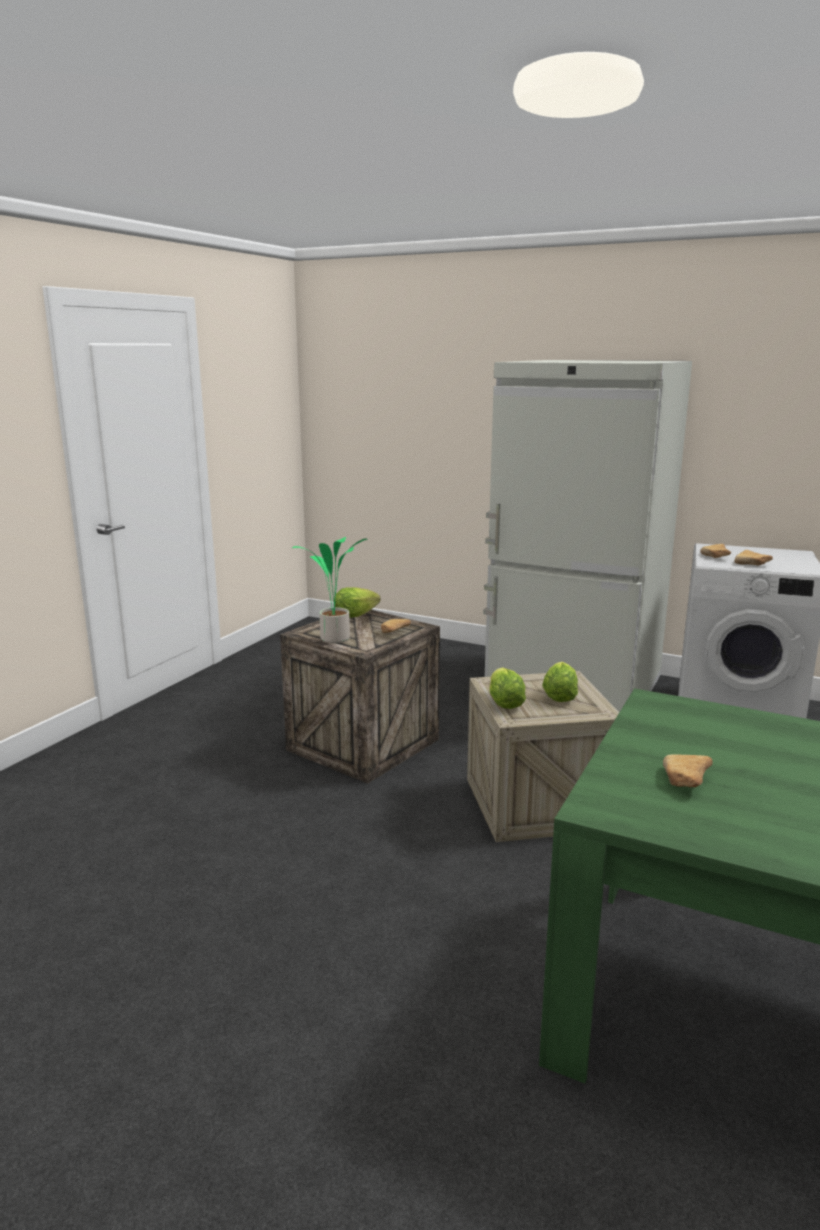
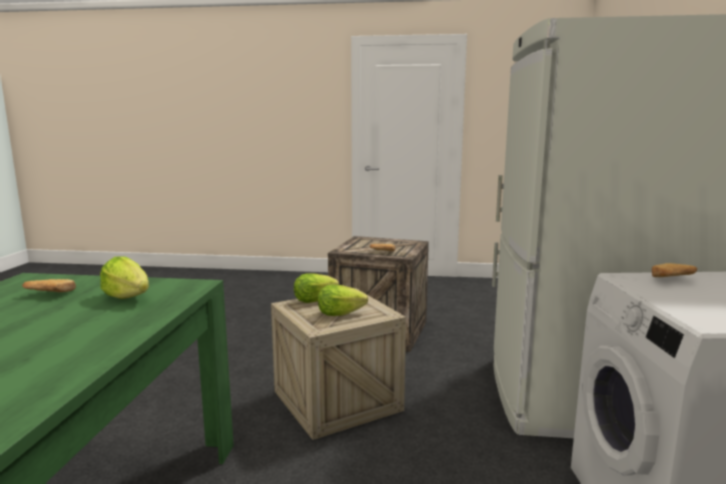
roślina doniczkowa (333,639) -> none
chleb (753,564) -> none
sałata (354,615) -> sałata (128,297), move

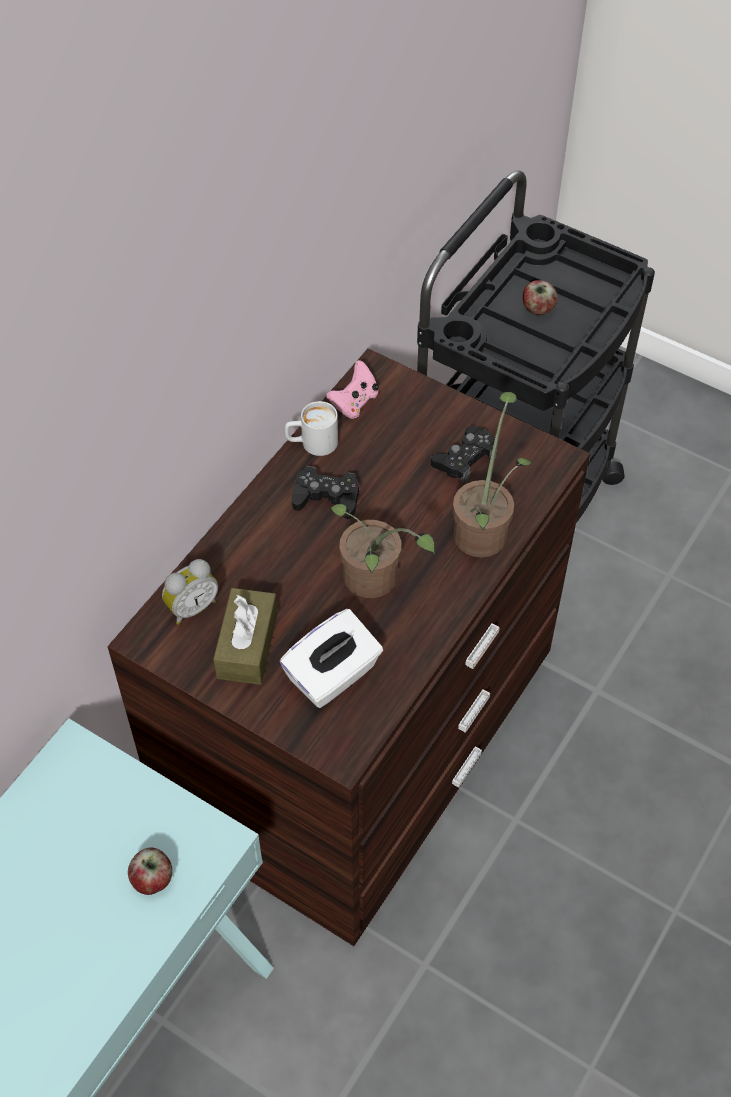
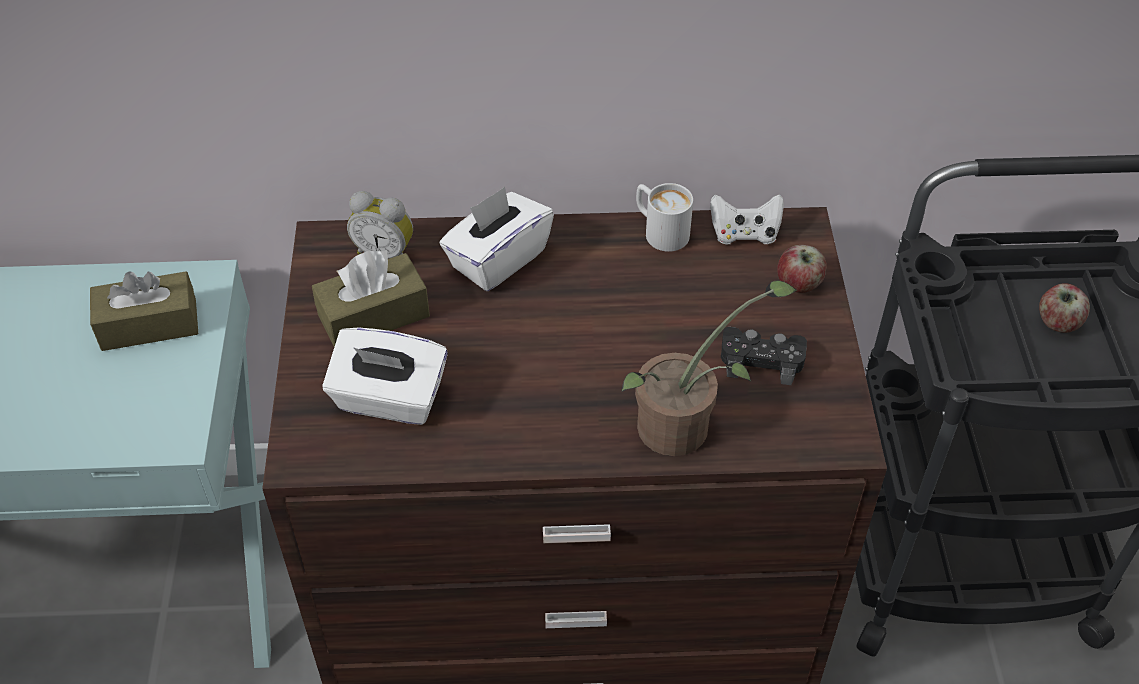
pad do gier/czarny (326,498) -> none
roślina doniczkowa (374,582) -> none
none -> pudełko chusteczek/brązowy (149,324)
none -> pudełko chusteczek/biały (497,259)
jabłko (153,879) -> jabłko (799,284), move
pad do gier/różowy (354,402) -> pad do gier/biały (744,234)

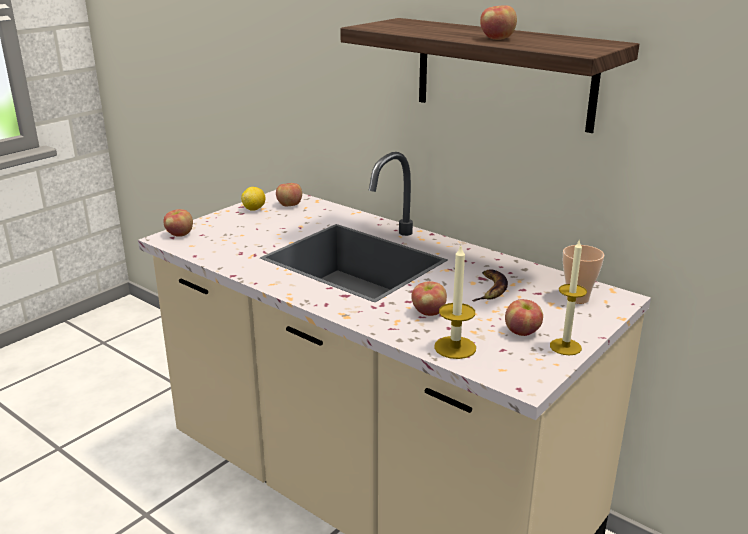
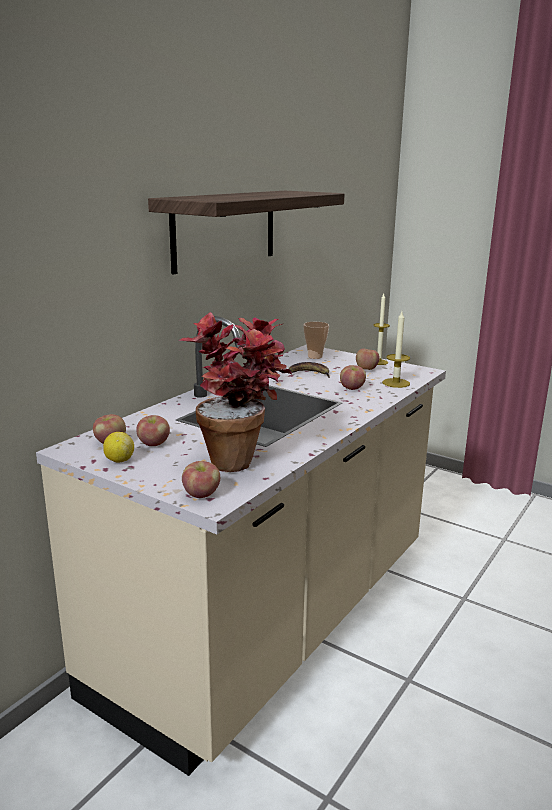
none -> roślina doniczkowa (242,459)
jabłko (497,39) -> jabłko (153,444), move

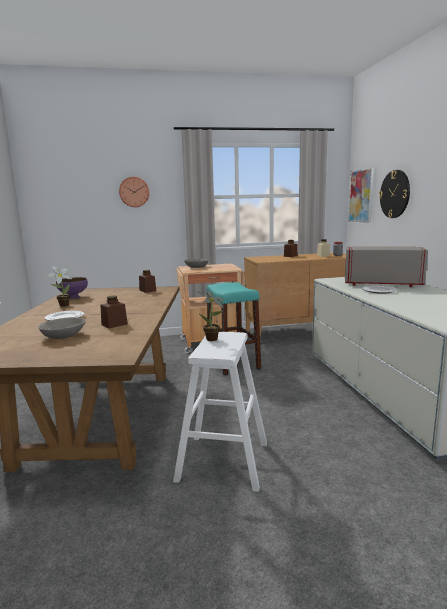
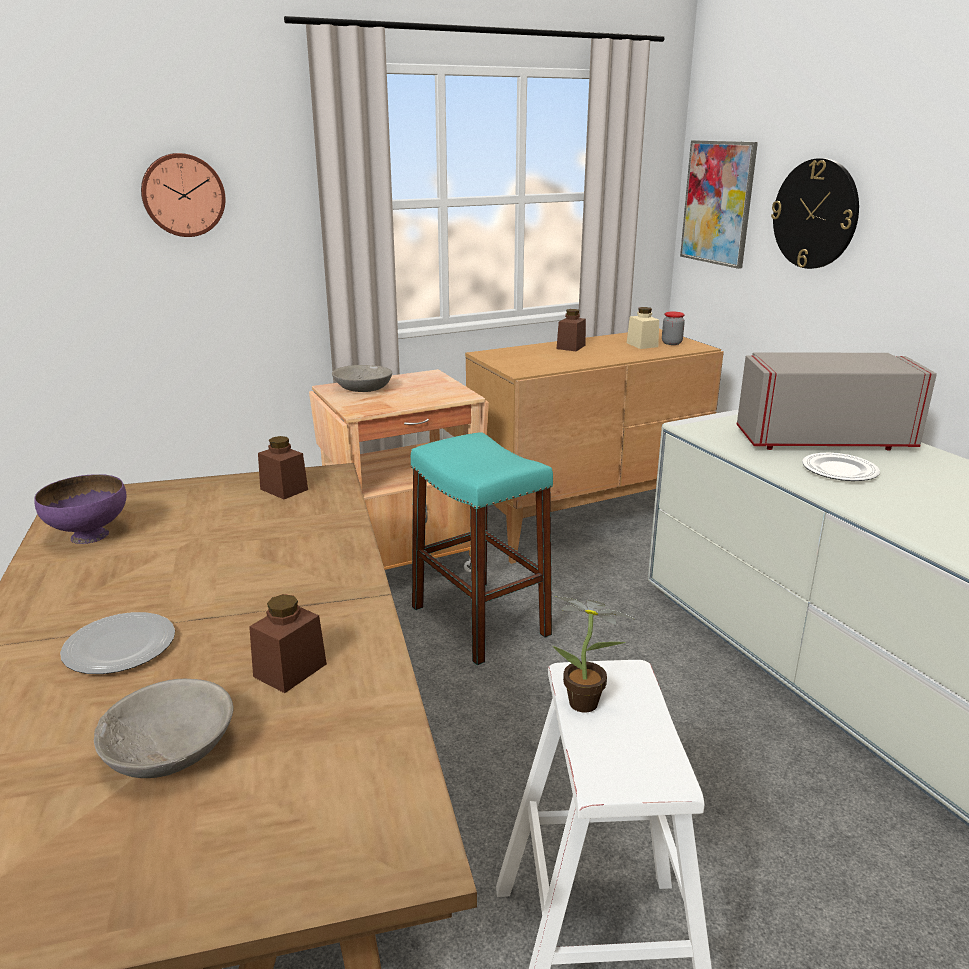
roślina doniczkowa (62,305) -> none

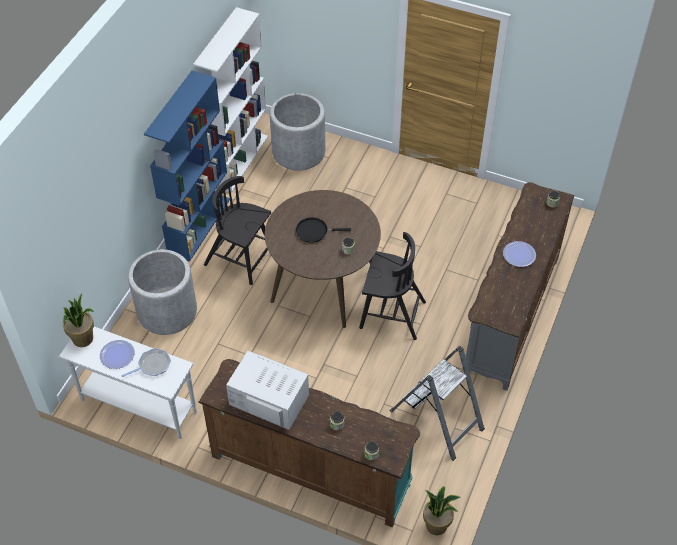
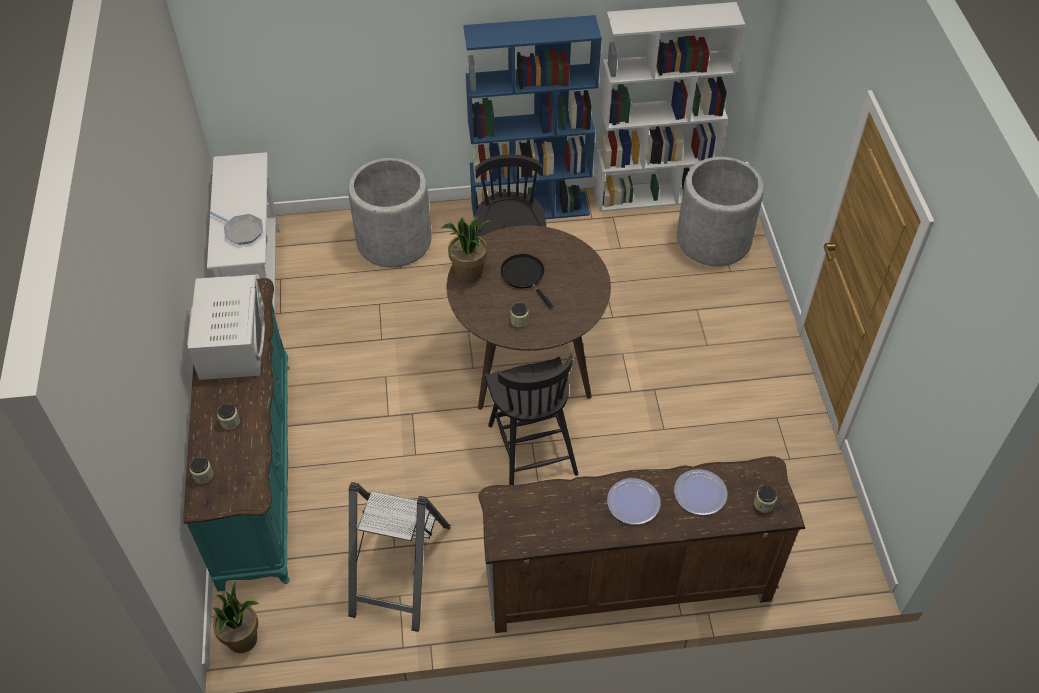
roślina doniczkowa (83,339) -> roślina doniczkowa (468,273), move
talerz (117,355) -> talerz (700,493), move

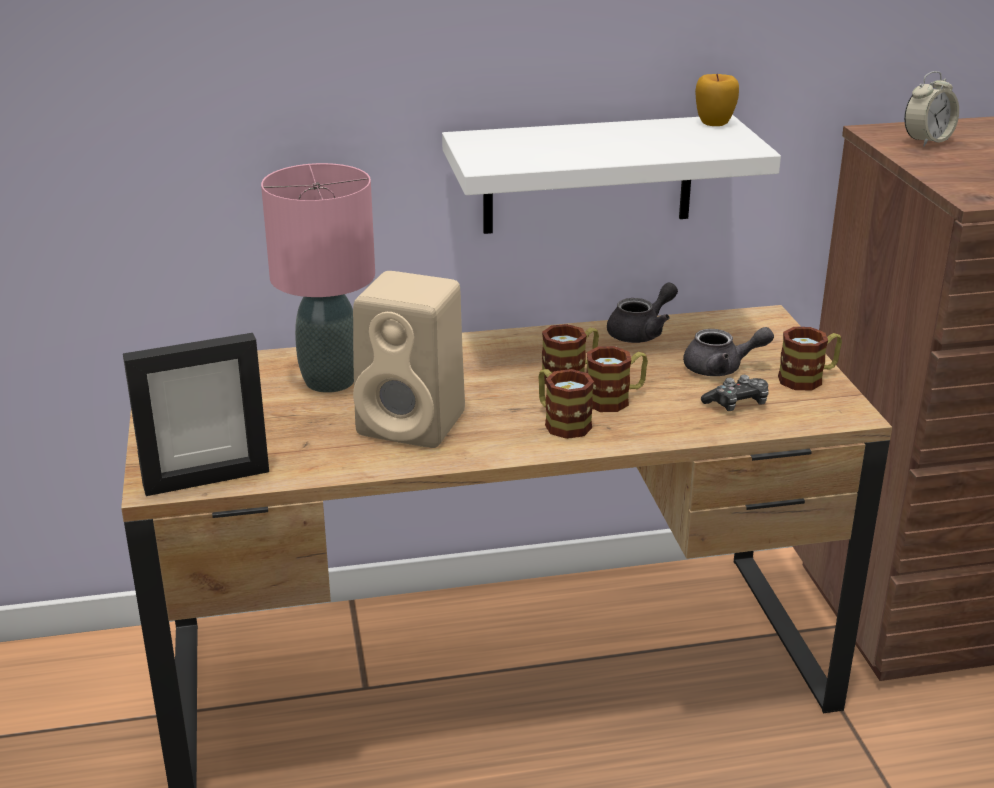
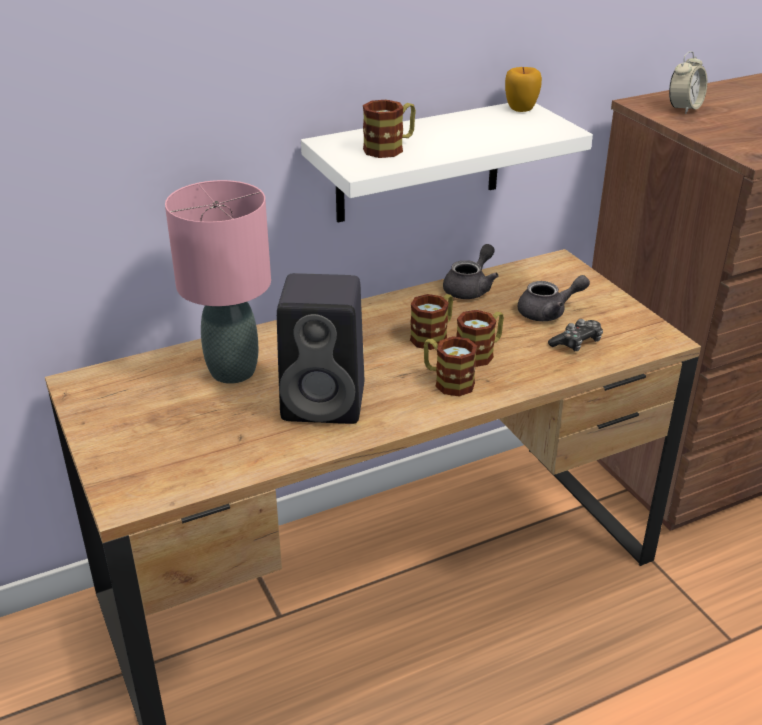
ramka na zdjęcie (206,478) -> none
kubek (808,378) -> kubek (390,148), move
głośnik/beżowy (415,424) -> głośnik/czarny (327,402)

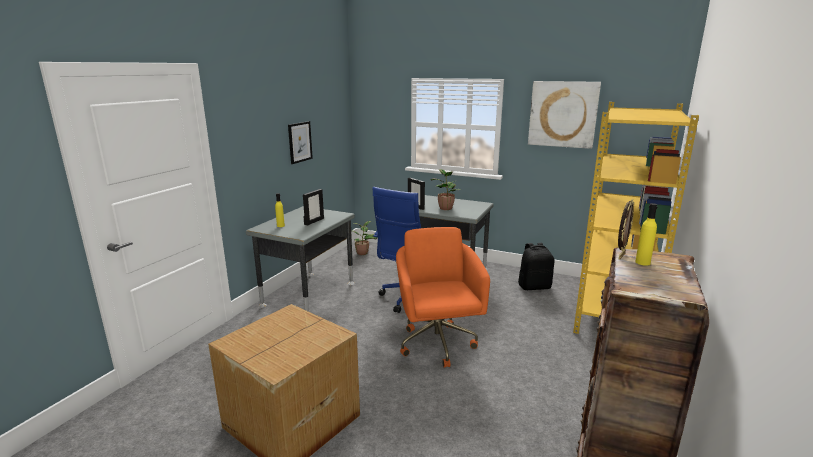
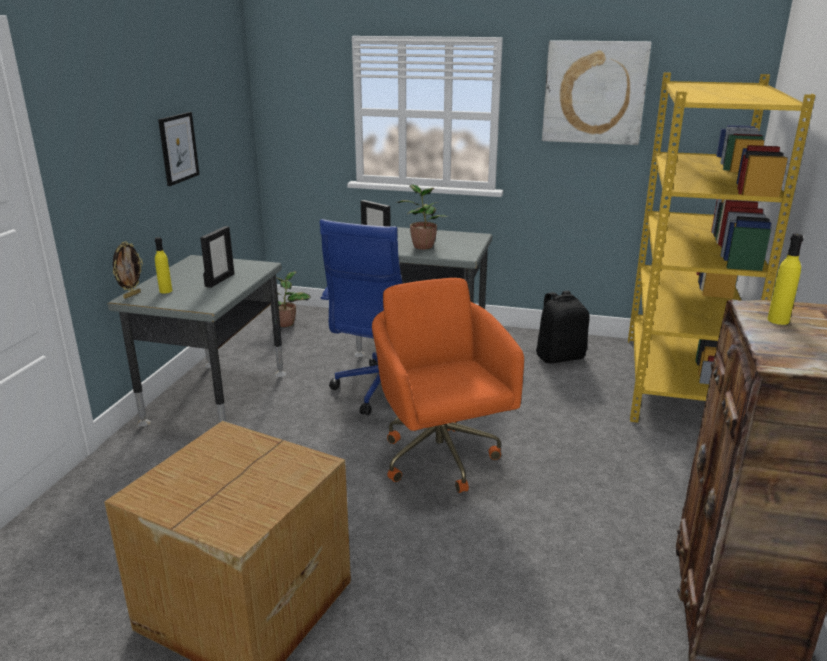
ramka na zdjęcie (621,256) -> ramka na zdjęcie (131,295), move

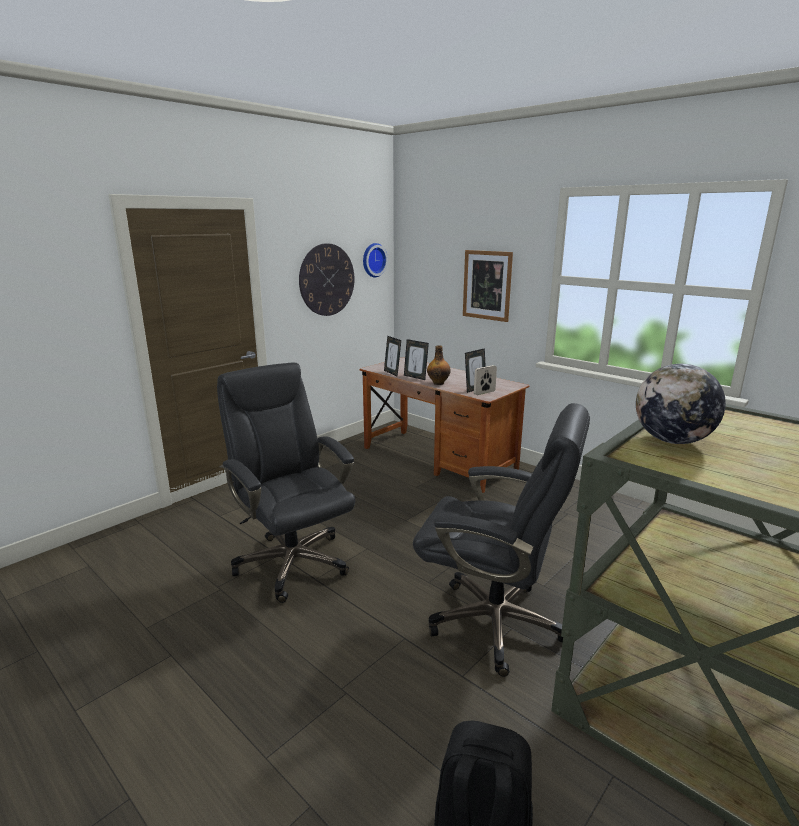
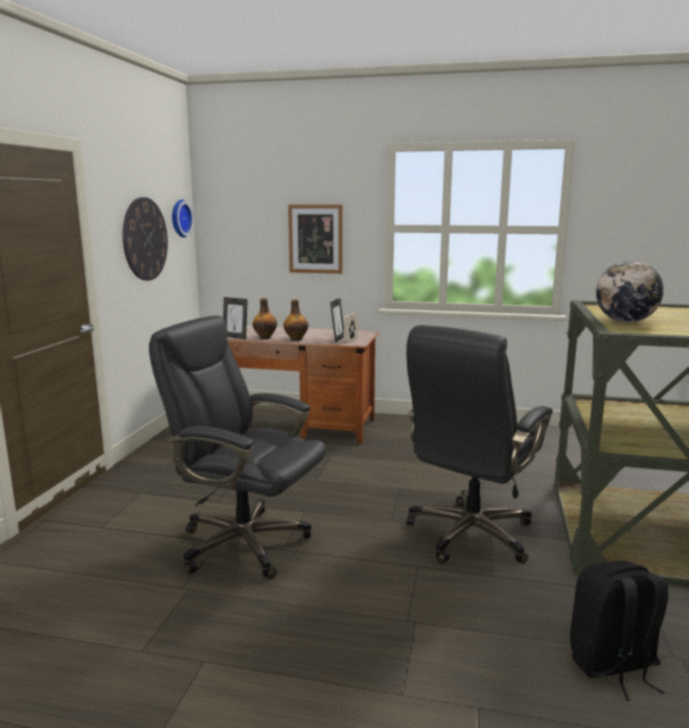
ramka na zdjęcie (415,377) -> butelka (265,337)
krzesło biurowe/czarny (491,622) -> krzesło biurowe/czarny (472,532), 135 degrees clockwise

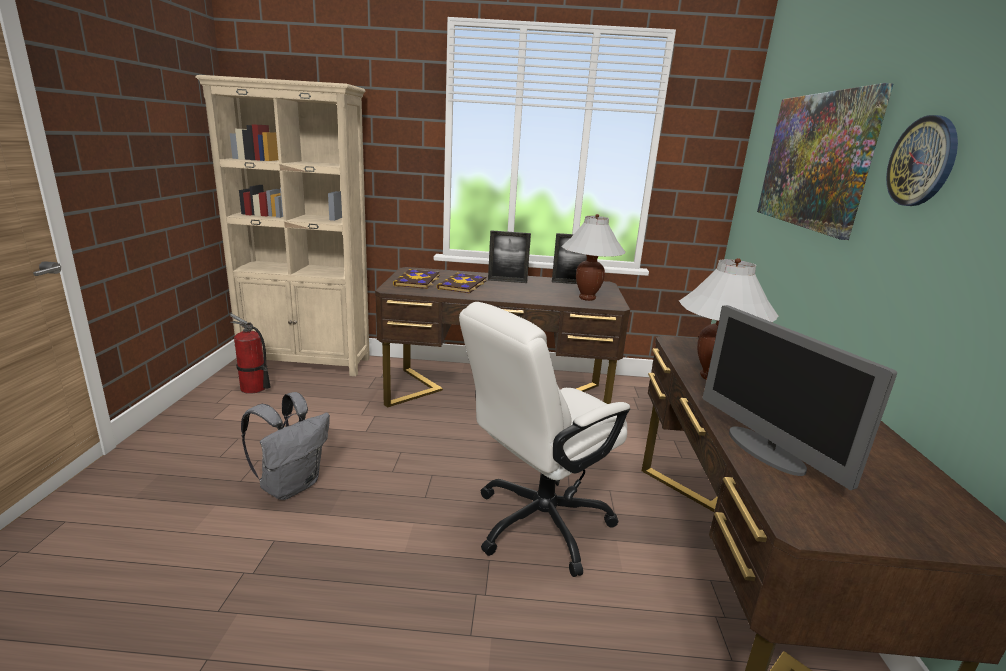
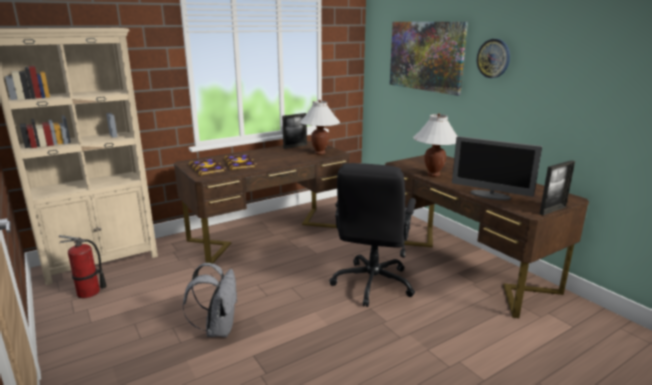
ramka na zdjęcie (507,281) -> ramka na zdjęcie (553,210), move
krzesło biurowe/biały (536,527) -> krzesło biurowe/czarny (372,286)

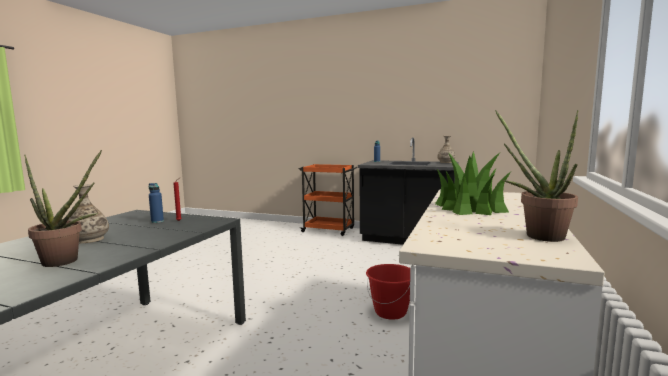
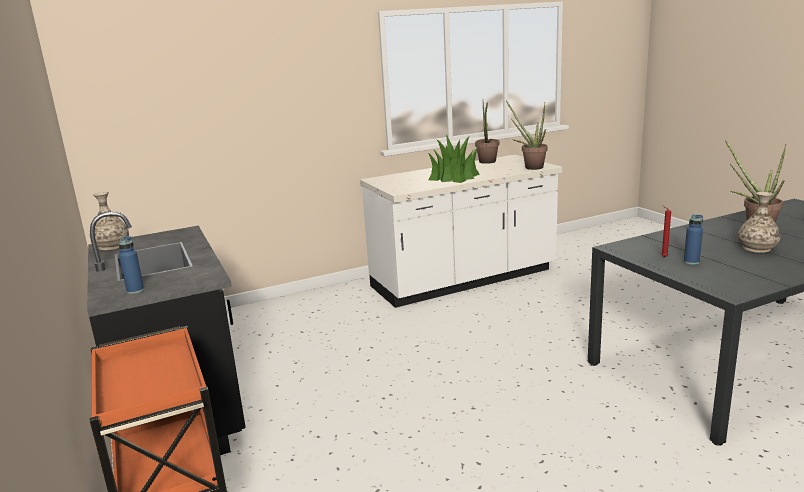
wiadro/czerwony (390,312) -> none
none -> roślina doniczkowa (530,167)

